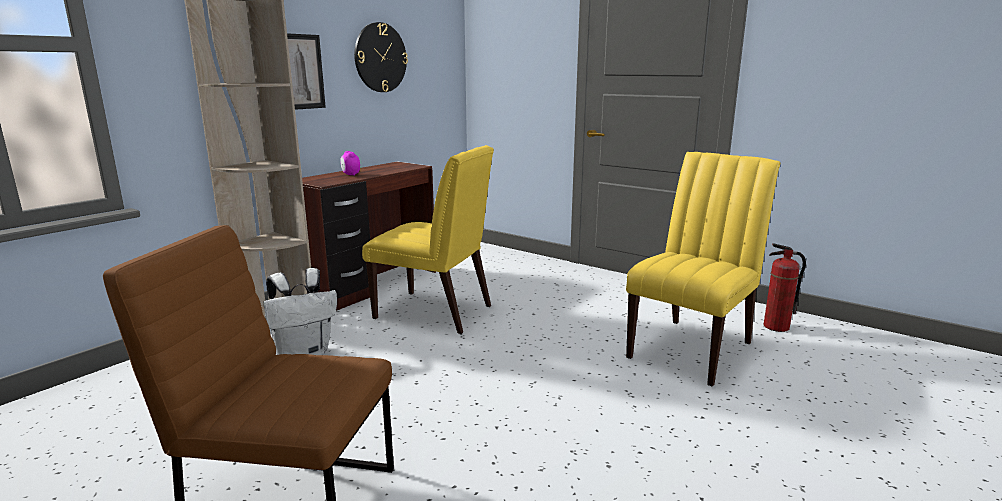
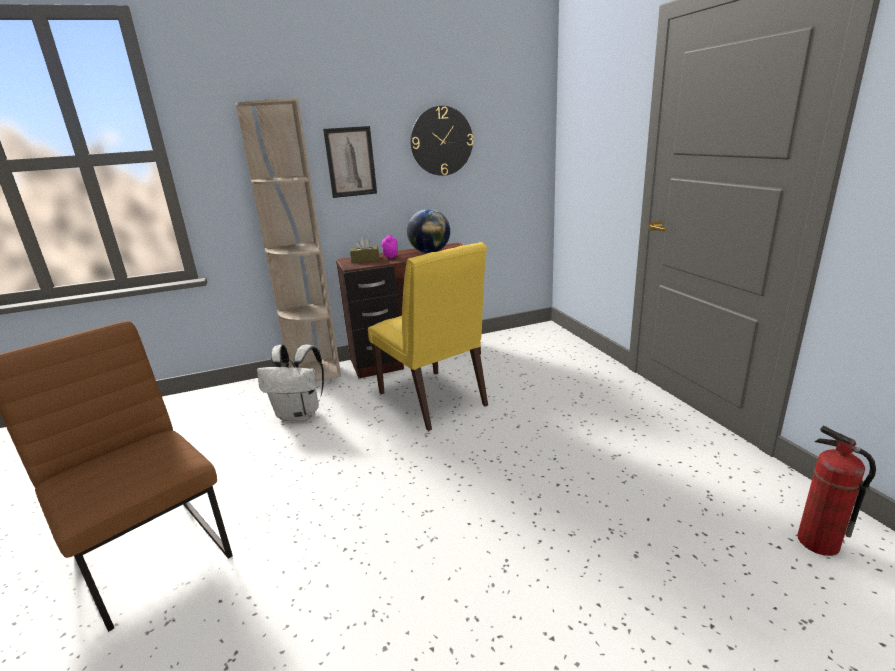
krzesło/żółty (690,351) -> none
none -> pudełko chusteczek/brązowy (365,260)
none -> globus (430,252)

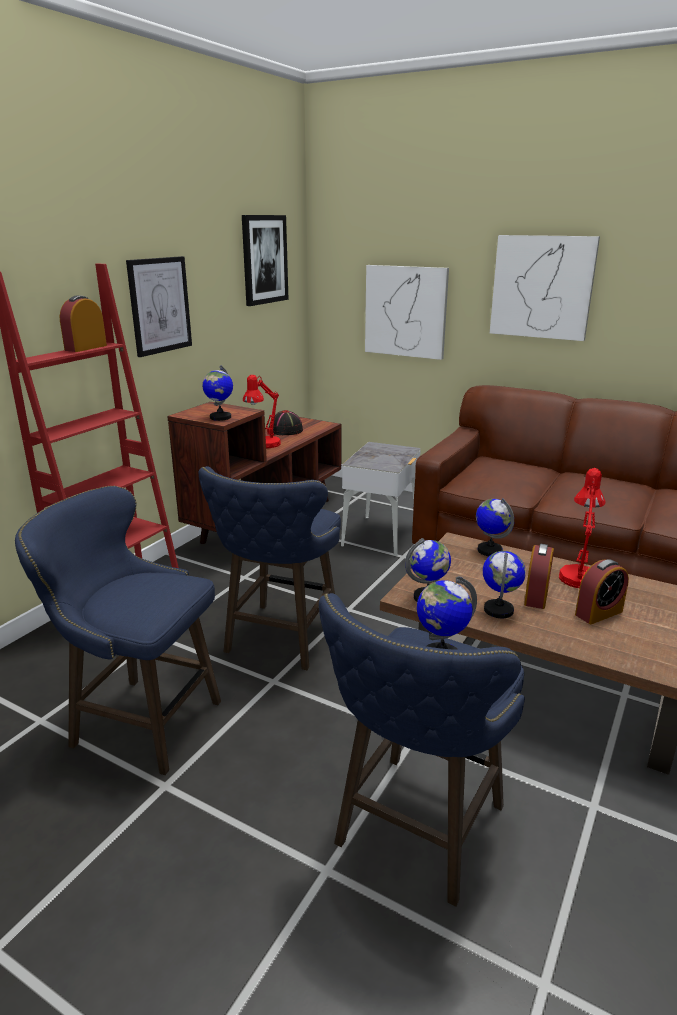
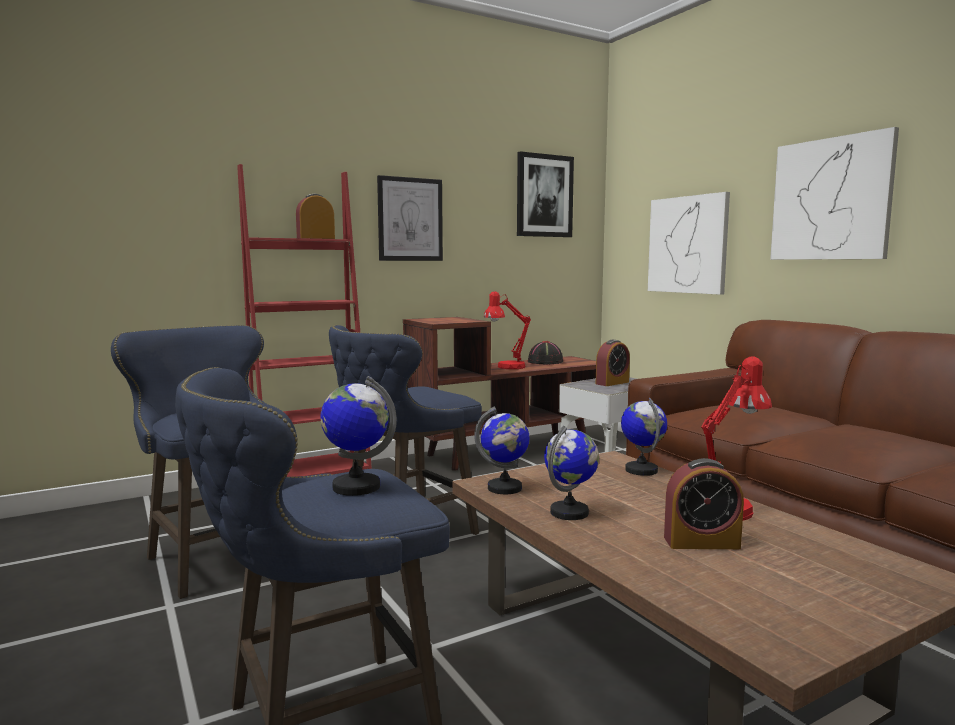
globus (220,417) -> none
budzik (536,596) -> budzik (612,383), move

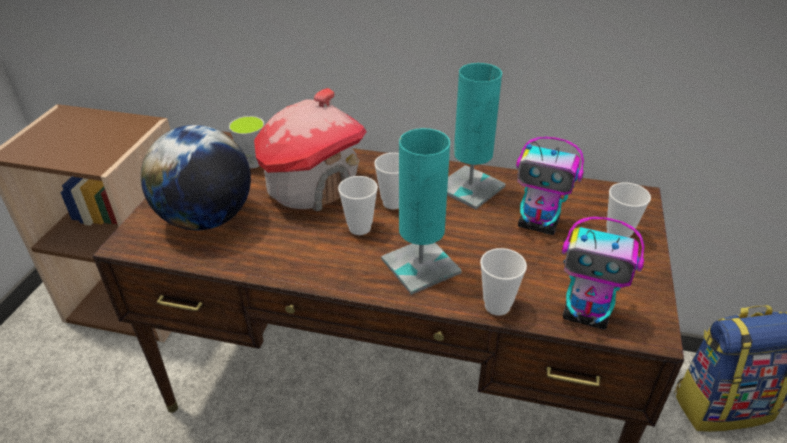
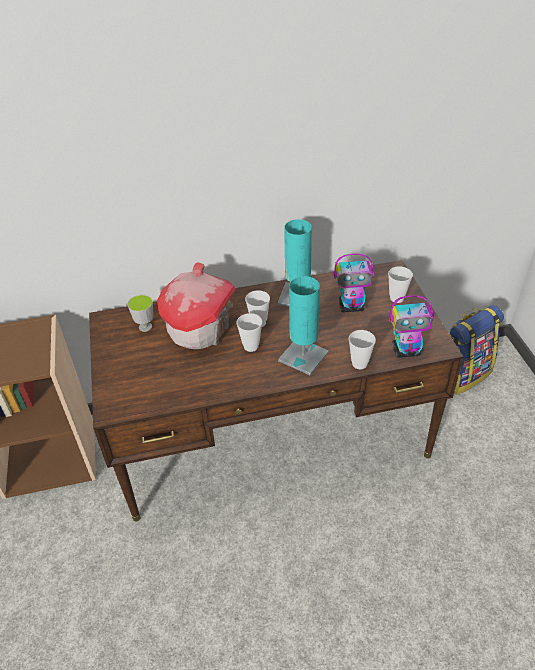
globus (207,219) -> none

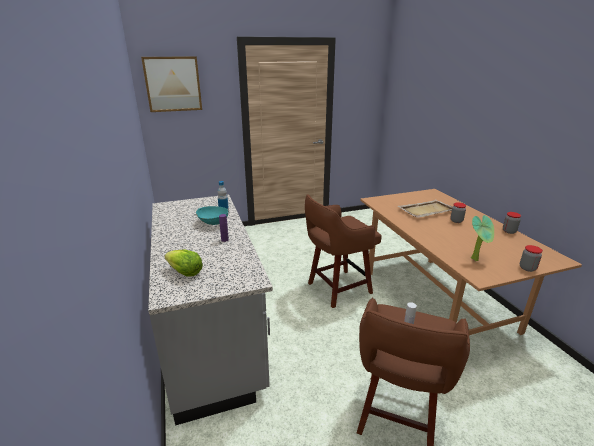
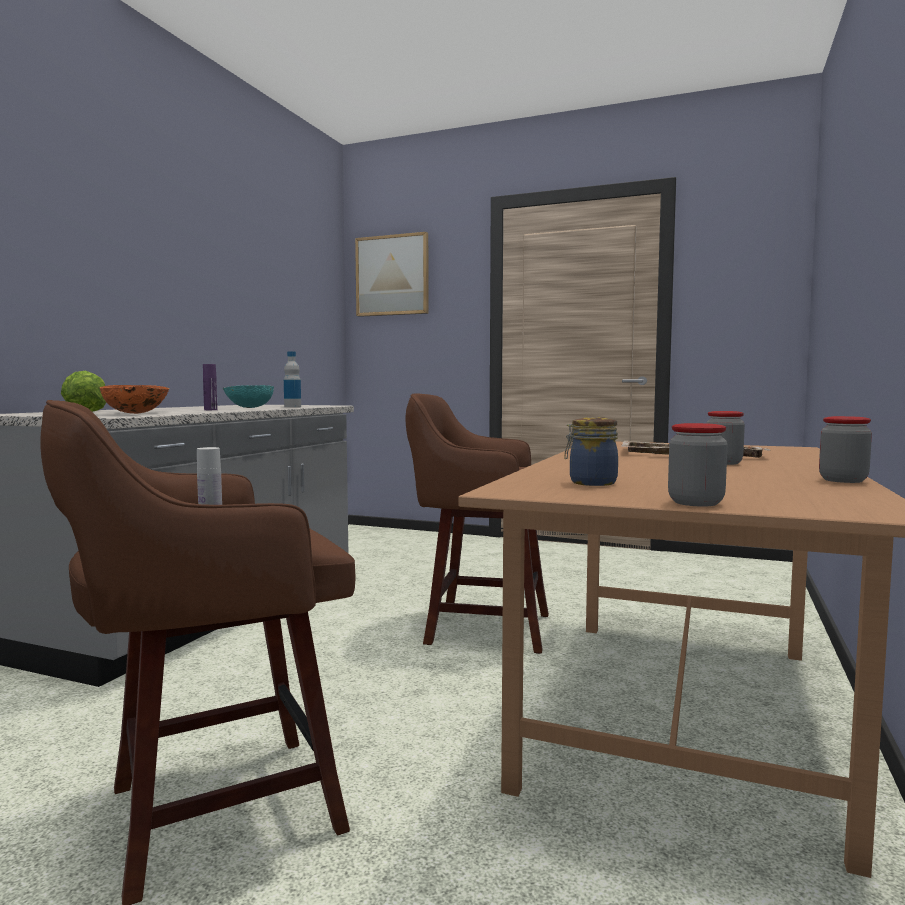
none -> miska/pomarańczowy (136,413)
roślina doniczkowa (476,259) -> słoik (590,483)

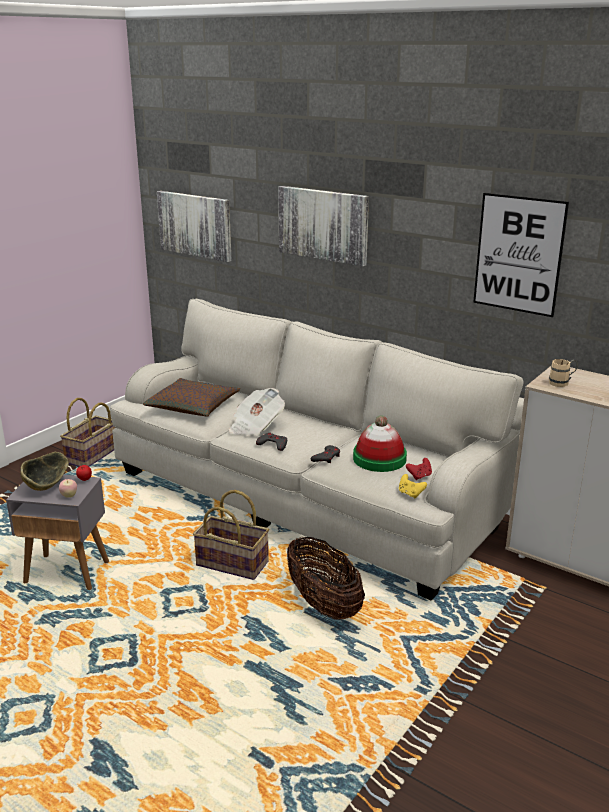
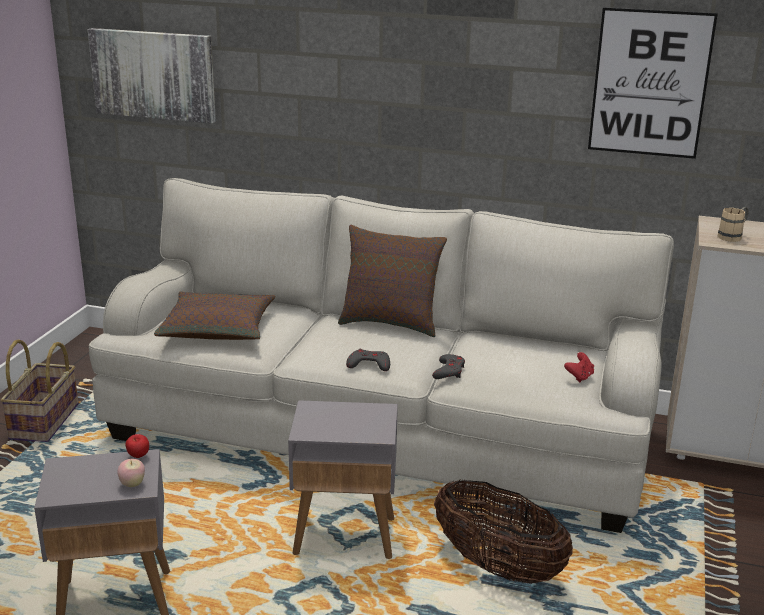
miska (46,487) -> none
gazeta (255,426) -> none
obraz (323,224) -> none
kapelusz (379,459) -> none
pad do gier/żółty (410,494) -> none
none -> poduszka/brązowy (390,324)
koszyk (233,563) -> stolik/szary (346,536)

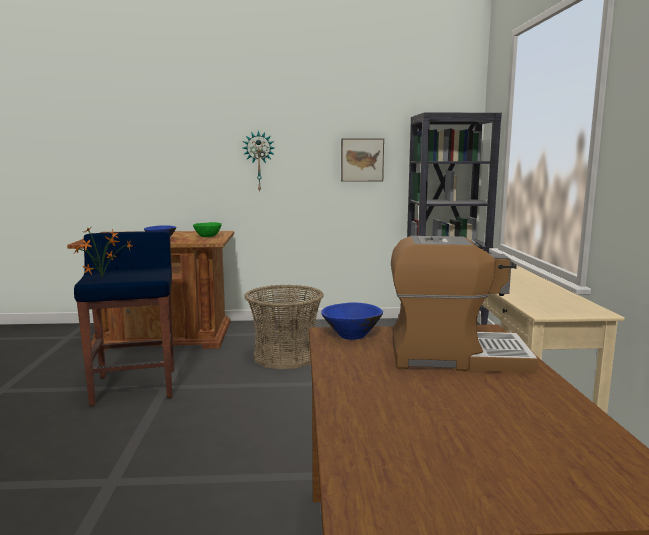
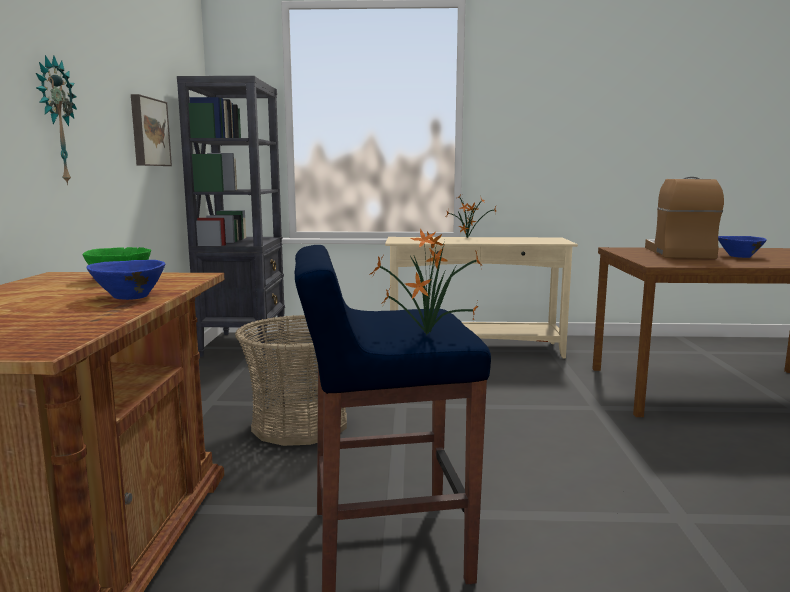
none -> roślina doniczkowa (468,238)
miska/niebieski (352,335) -> miska/niebieski (738,256), move

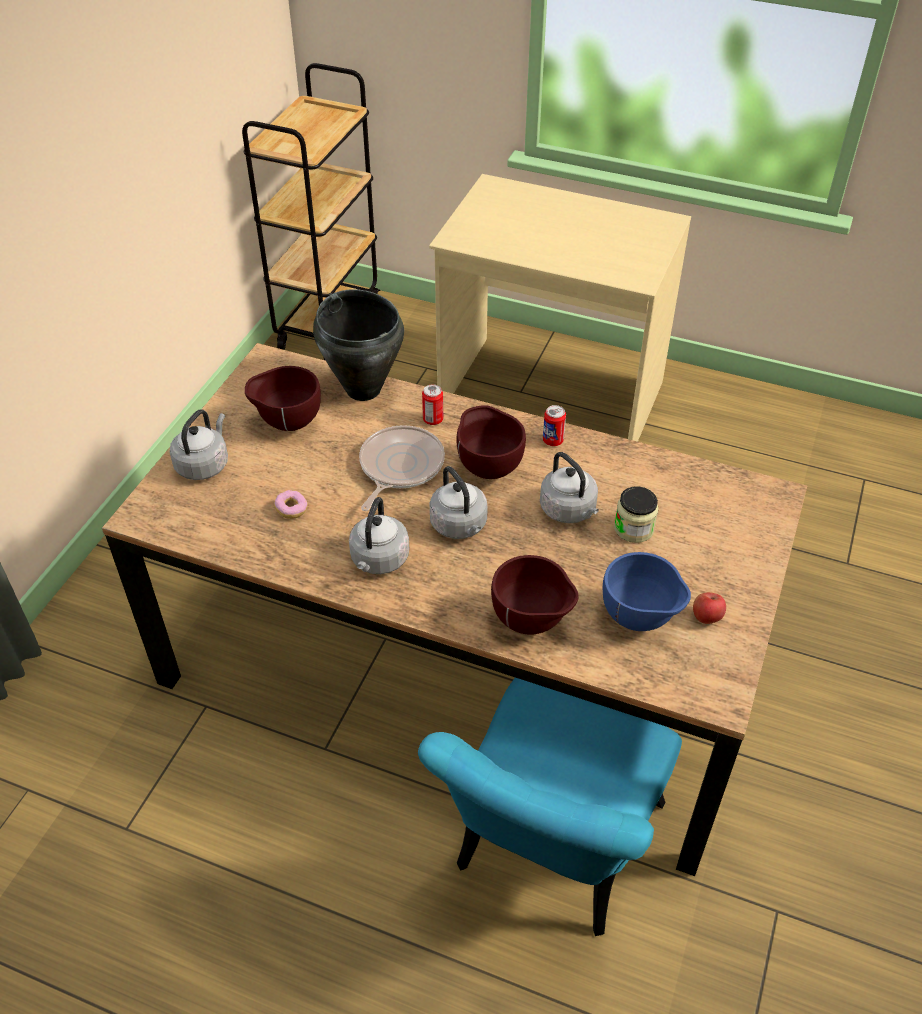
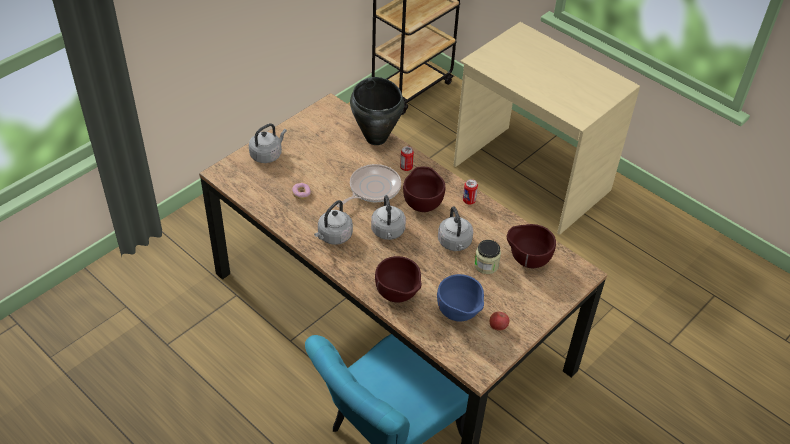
miska/brązowy (287,423) -> miska/brązowy (527,260), move

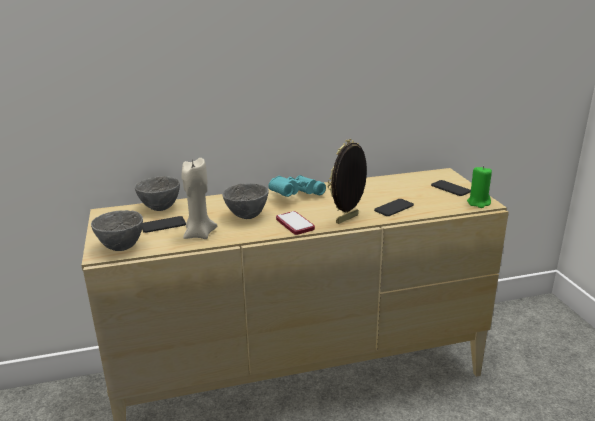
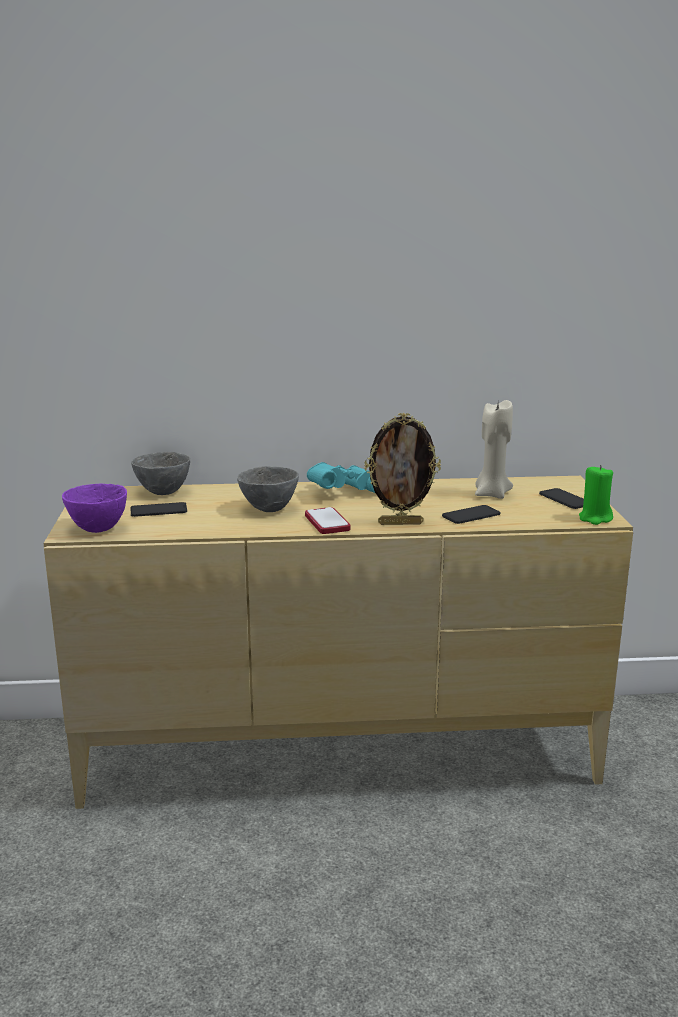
świeca/beżowy (199,234) -> świeca/beżowy (491,494), move
miska/szary (120,247) -> miska/fioletowy (97,529)
ramka na zdjęcie (348,219) -> ramka na zdjęcie (400,523), 150 degrees counterclockwise

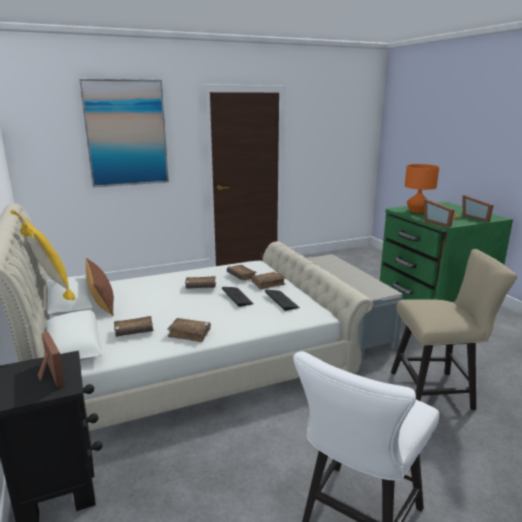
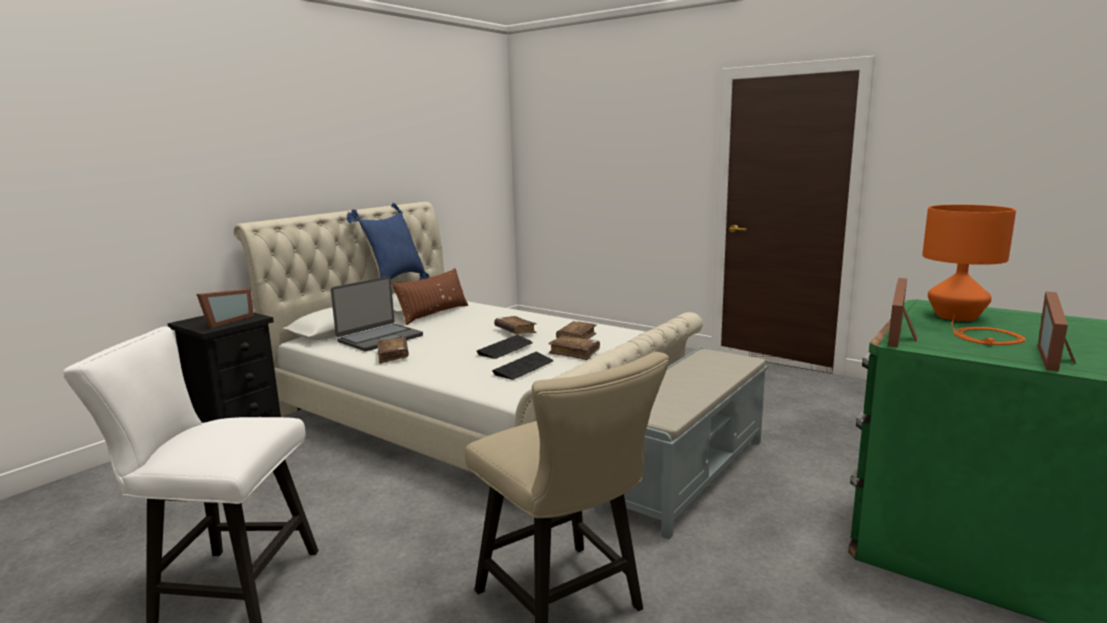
obraz (126,133) -> none
książka/brązowy (134,331) -> laptop (379,338)
poduszka/żółty (48,295) -> poduszka/niebieski (393,290)

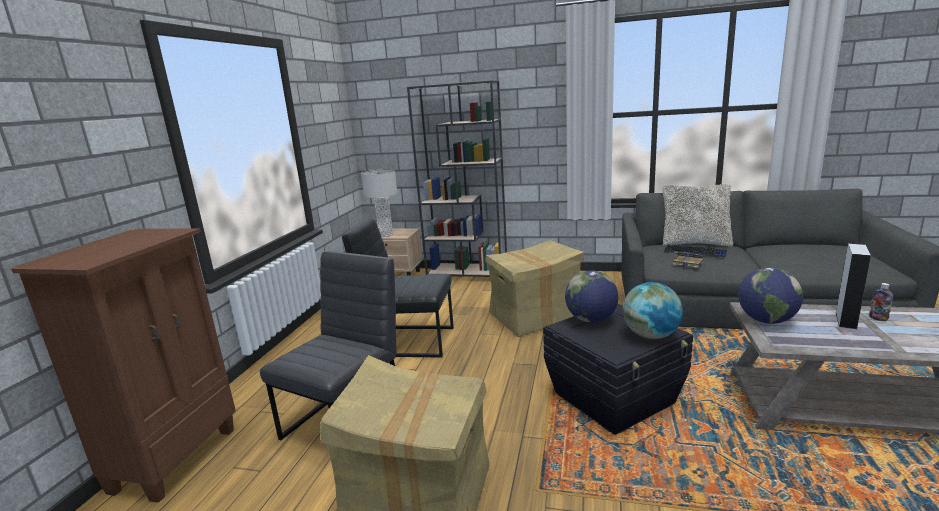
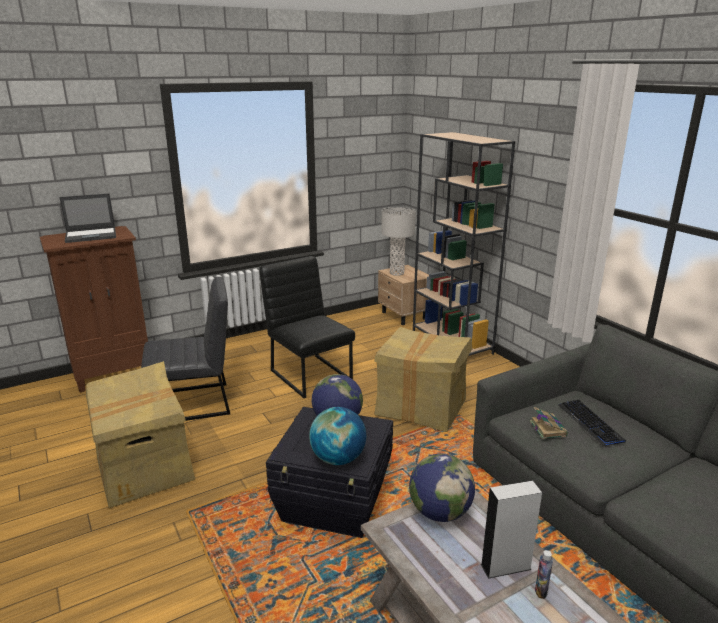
poduszka/beżowy (695,242) -> none
none -> laptop (92,235)

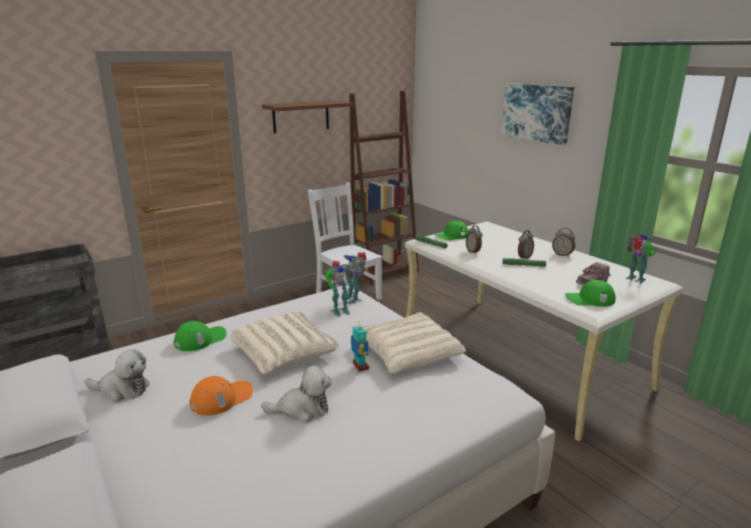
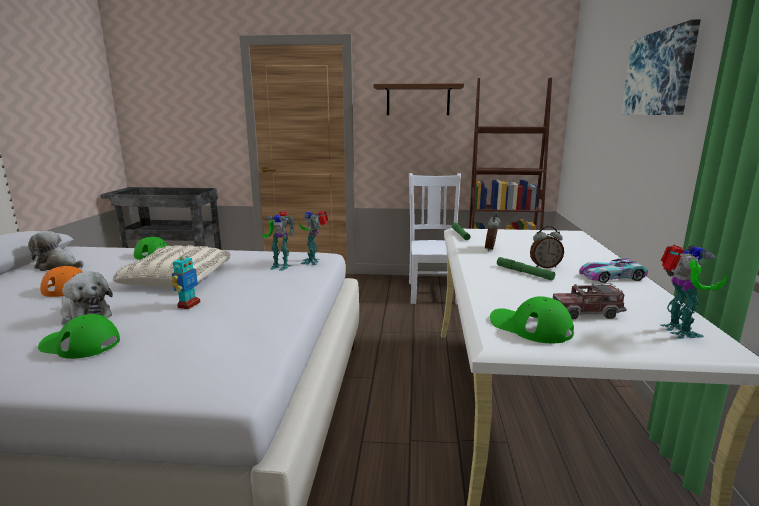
poduszka/beżowy (407,352) -> none
czapka z daszkiem/zielony (451,236) -> czapka z daszkiem/zielony (80,344), move
budzik (562,255) -> samochodzik (612,277)
pluszak (122,390) -> pluszak (58,266), 150 degrees clockwise

